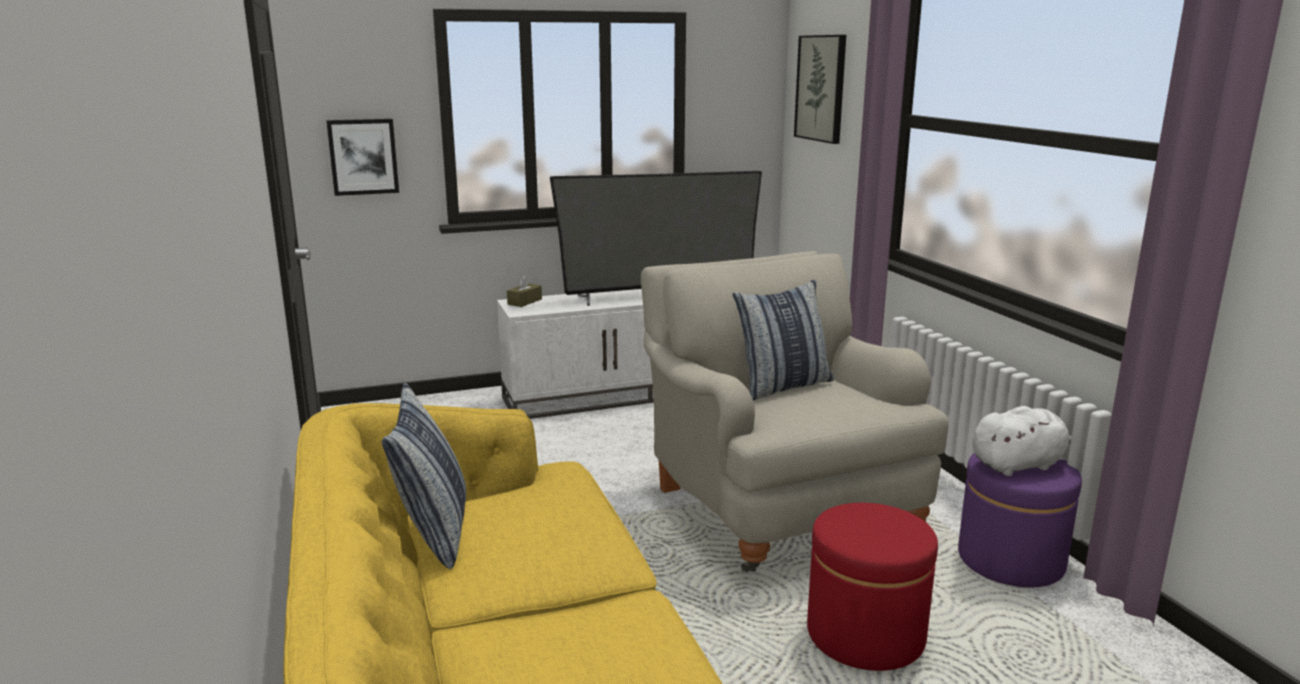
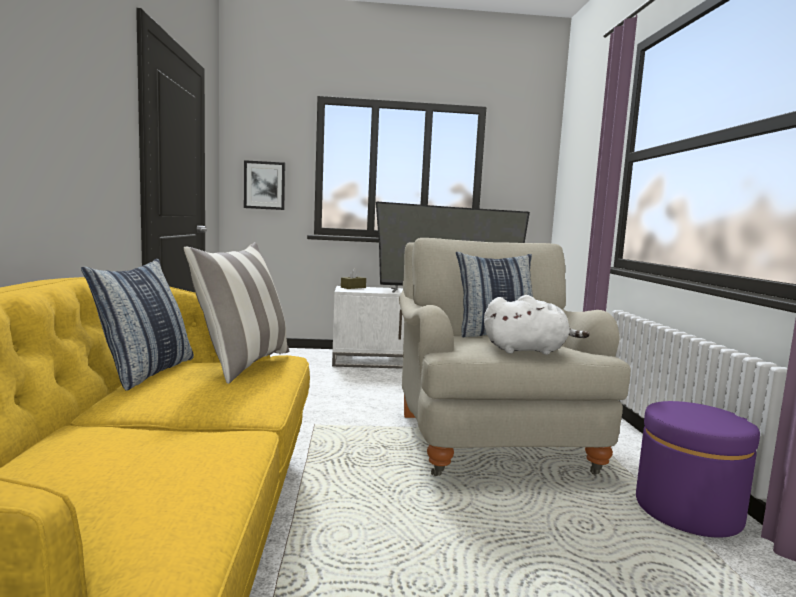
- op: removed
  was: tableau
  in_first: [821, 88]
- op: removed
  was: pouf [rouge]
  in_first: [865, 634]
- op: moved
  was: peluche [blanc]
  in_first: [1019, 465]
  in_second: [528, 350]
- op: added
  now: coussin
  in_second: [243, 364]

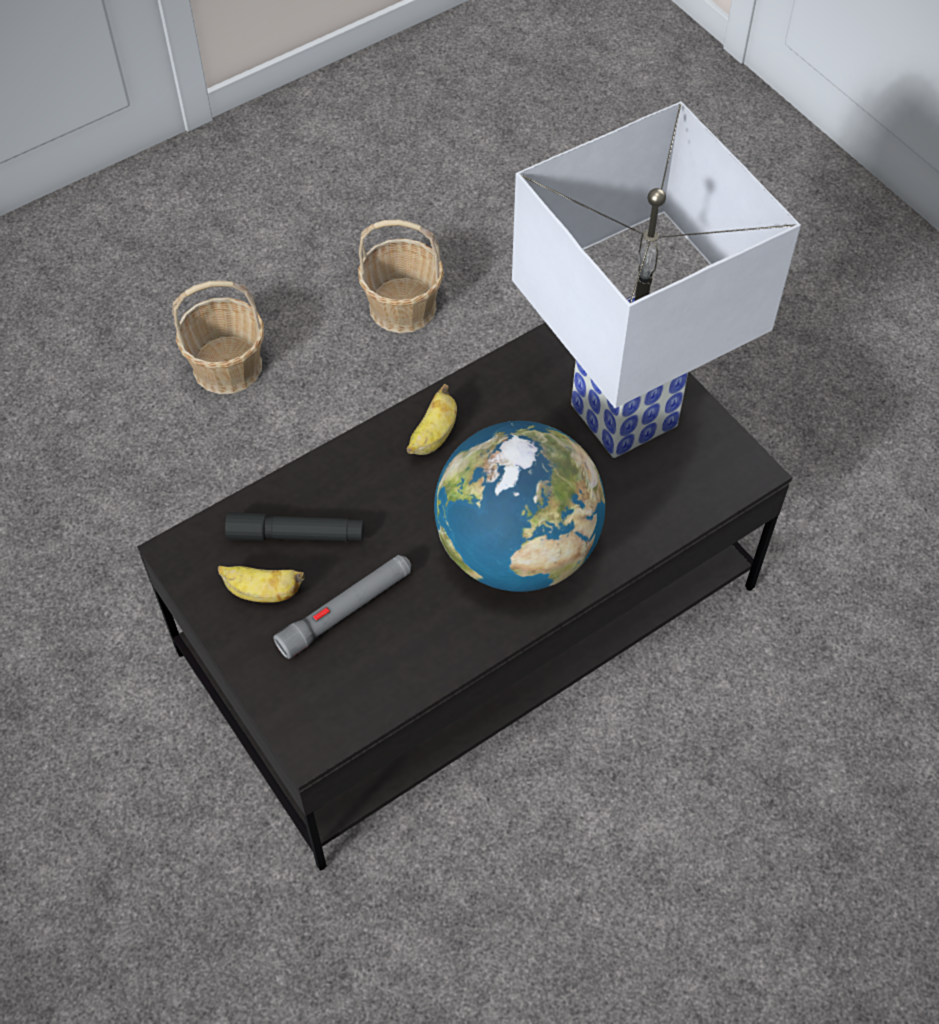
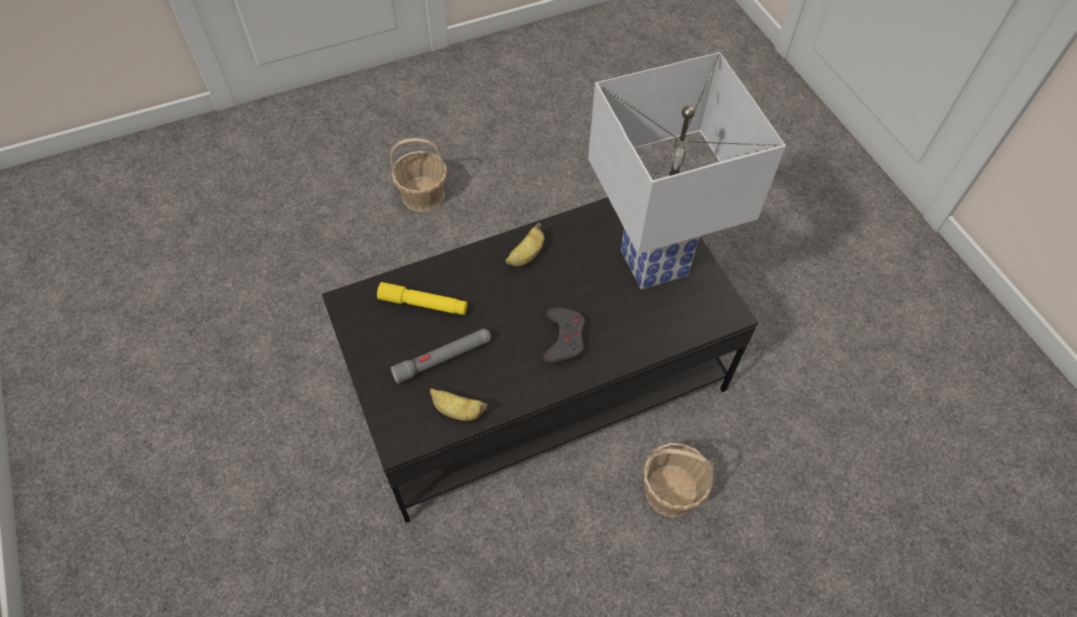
- op: moved
  was: banane
  in_first: [262, 592]
  in_second: [457, 411]
- op: recoloured
  was: lampe de poche [noir]
  now: lampe de poche [jaune]
  in_first: [296, 535]
  in_second: [423, 304]
- op: moved
  was: panier
  in_first: [403, 307]
  in_second: [671, 491]
- op: replaced
  was: globe
  now: manette [gris]
  in_first: [517, 549]
  in_second: [563, 338]

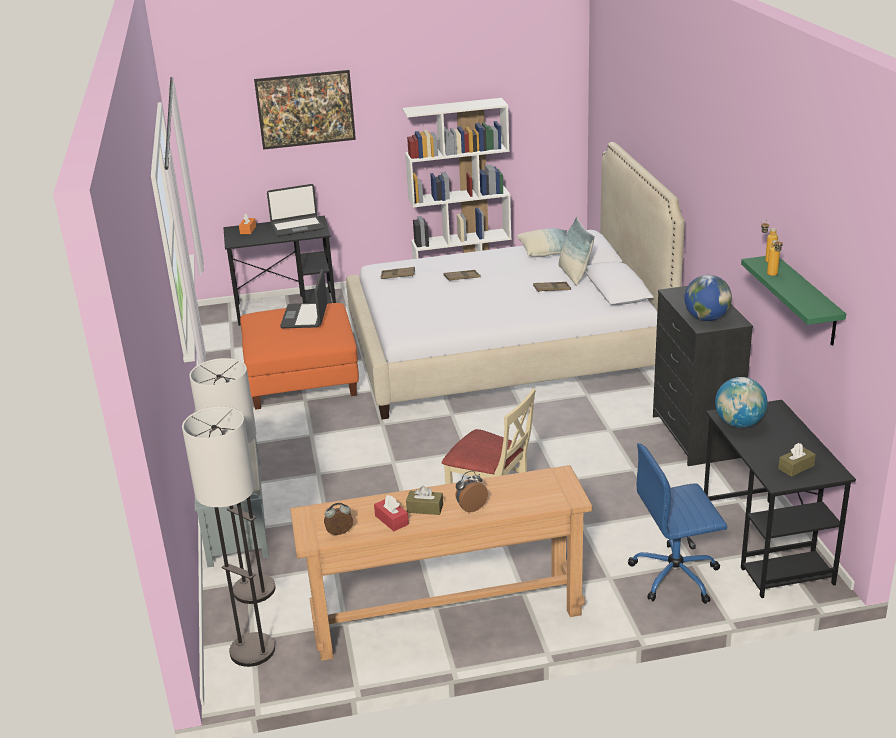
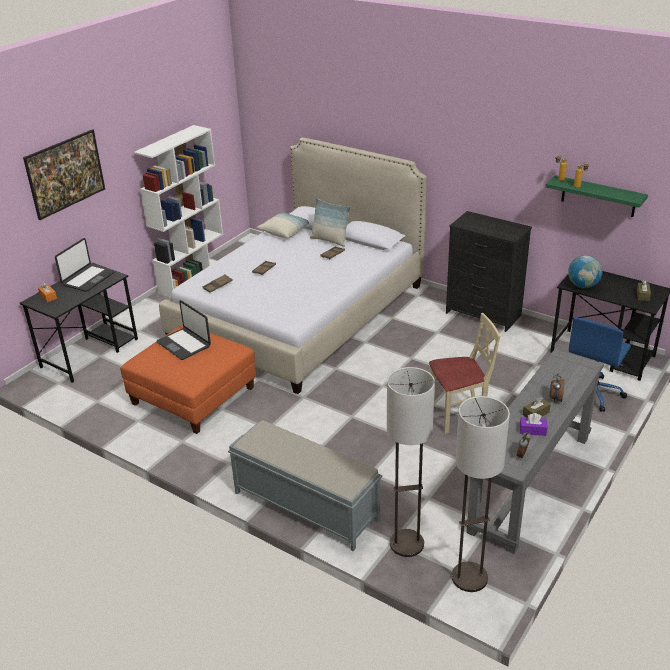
- op: recoloured
  was: table console [marron]
  now: table console [gris]
  in_first: [446, 615]
  in_second: [530, 483]
- op: recoloured
  was: boîte à mouchoirs [rouge]
  now: boîte à mouchoirs [violet]
  in_first: [391, 520]
  in_second: [532, 430]
- op: removed
  was: globe
  in_first: [706, 318]

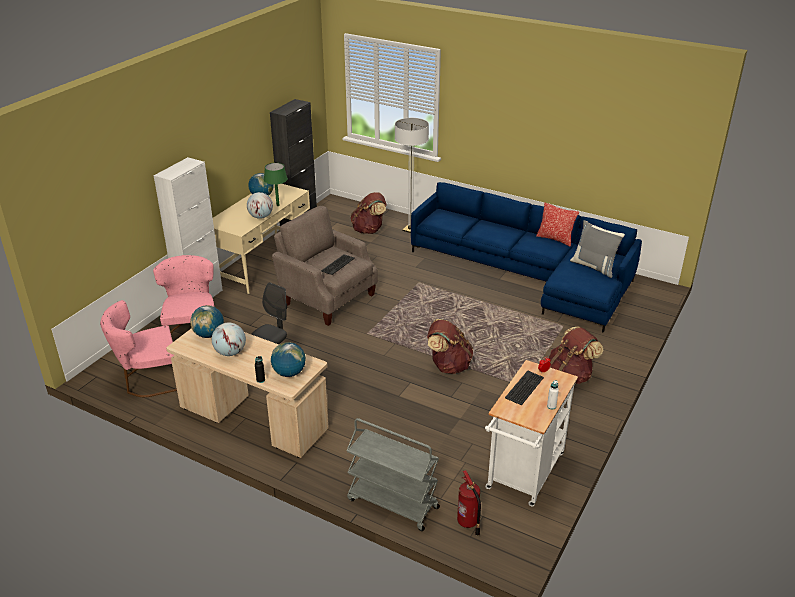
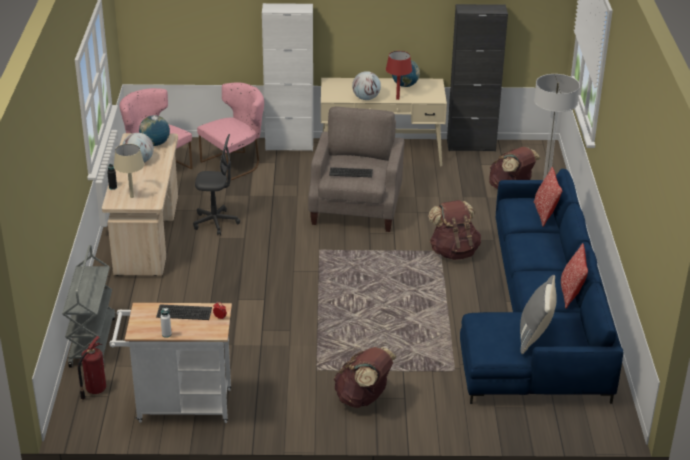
- op: recoloured
  was: lampe de table [vert]
  now: lampe de table [rouge]
  in_first: [277, 205]
  in_second: [397, 98]
- op: replaced
  was: globe
  now: lampe de table [beige]
  in_first: [289, 373]
  in_second: [132, 197]
- op: moved
  was: sac à dos [marron]
  in_first: [448, 365]
  in_second: [453, 251]
- op: added
  now: coussin
  in_second: [545, 214]

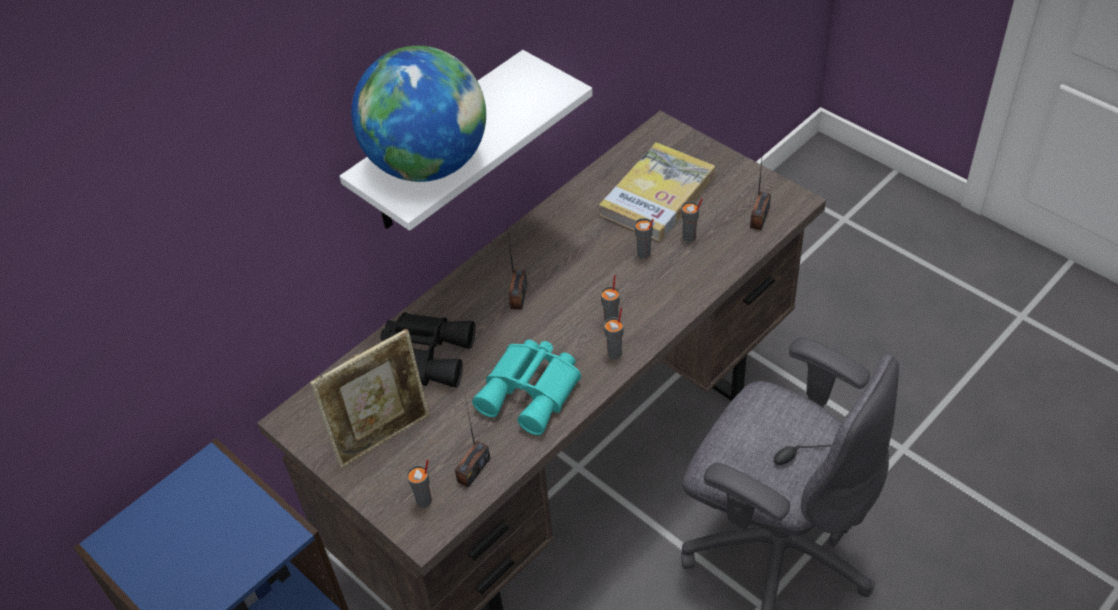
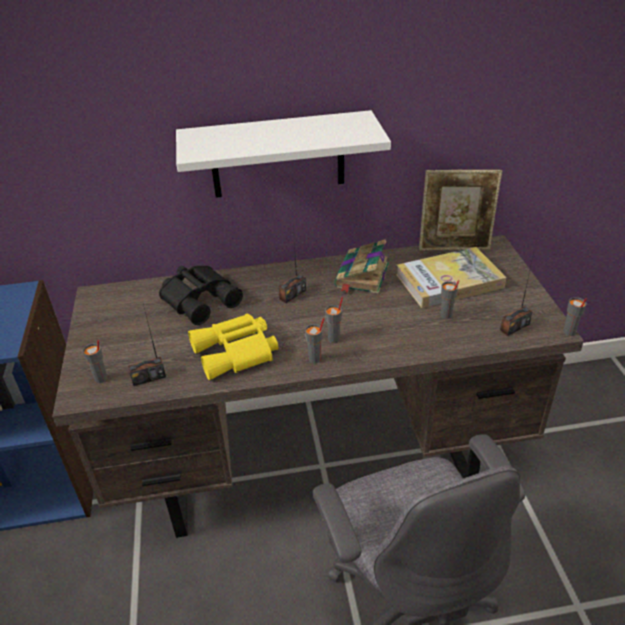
- op: moved
  was: cadre photo
  in_first: [383, 437]
  in_second: [454, 248]
- op: removed
  was: globe
  in_first: [428, 164]
- op: recoloured
  was: jumelles [turquoise]
  now: jumelles [jaune]
  in_first: [532, 391]
  in_second: [237, 353]
- op: moved
  was: tasse [gris]
  in_first: [644, 254]
  in_second: [569, 332]
- op: added
  now: livre
  in_second: [362, 276]

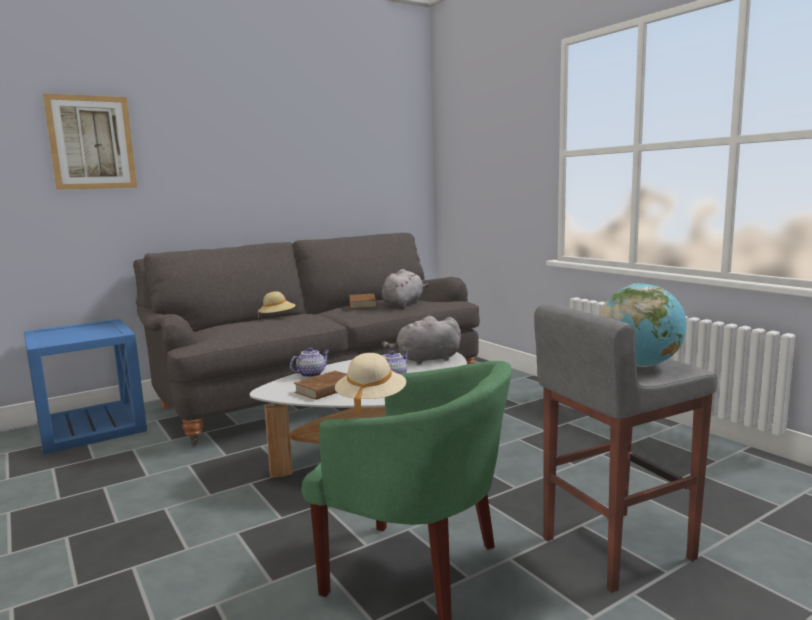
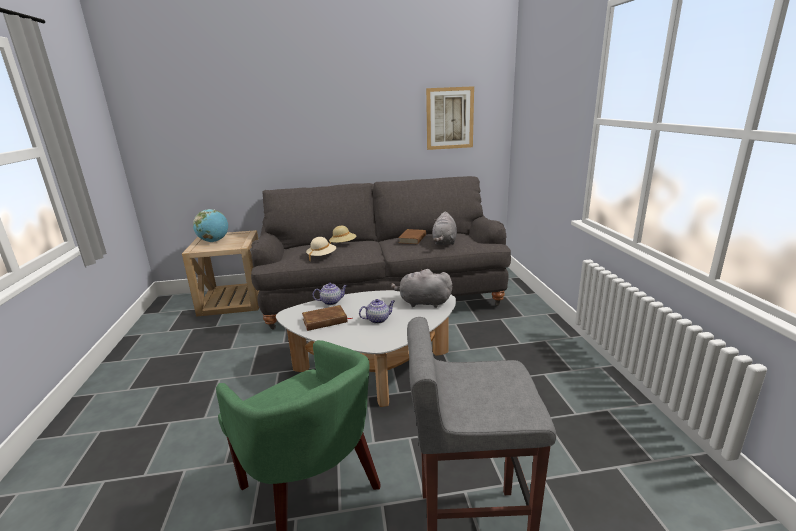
- op: recoloured
  was: table d'appoint [bleu]
  now: table d'appoint [beige]
  in_first: [91, 427]
  in_second: [233, 300]
- op: moved
  was: tableau
  in_first: [91, 142]
  in_second: [449, 118]
- op: moved
  was: chapeau [beige]
  in_first: [371, 401]
  in_second: [322, 256]
- op: turned
  was: peluche [gris]
  in_first: [403, 304]
  in_second: [444, 242]
  clockwise: 135
- op: moved
  was: globe
  in_first: [640, 365]
  in_second: [214, 241]

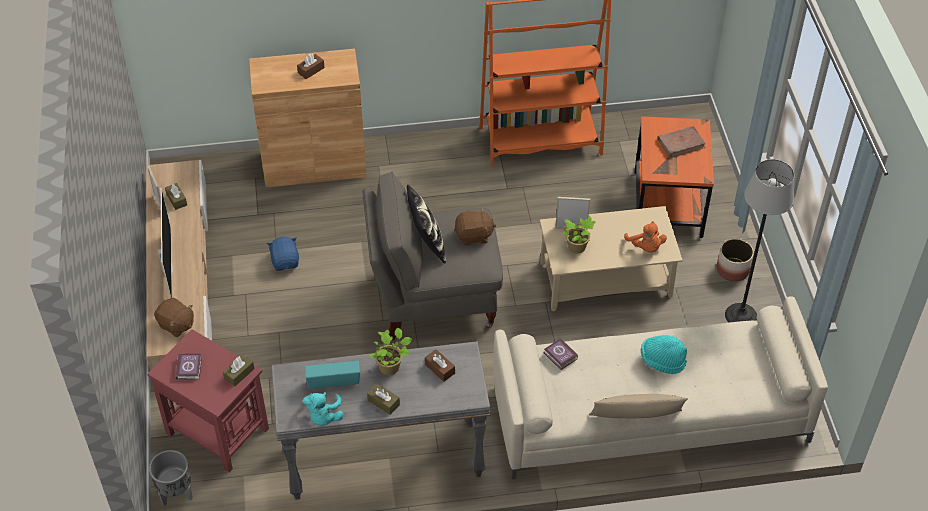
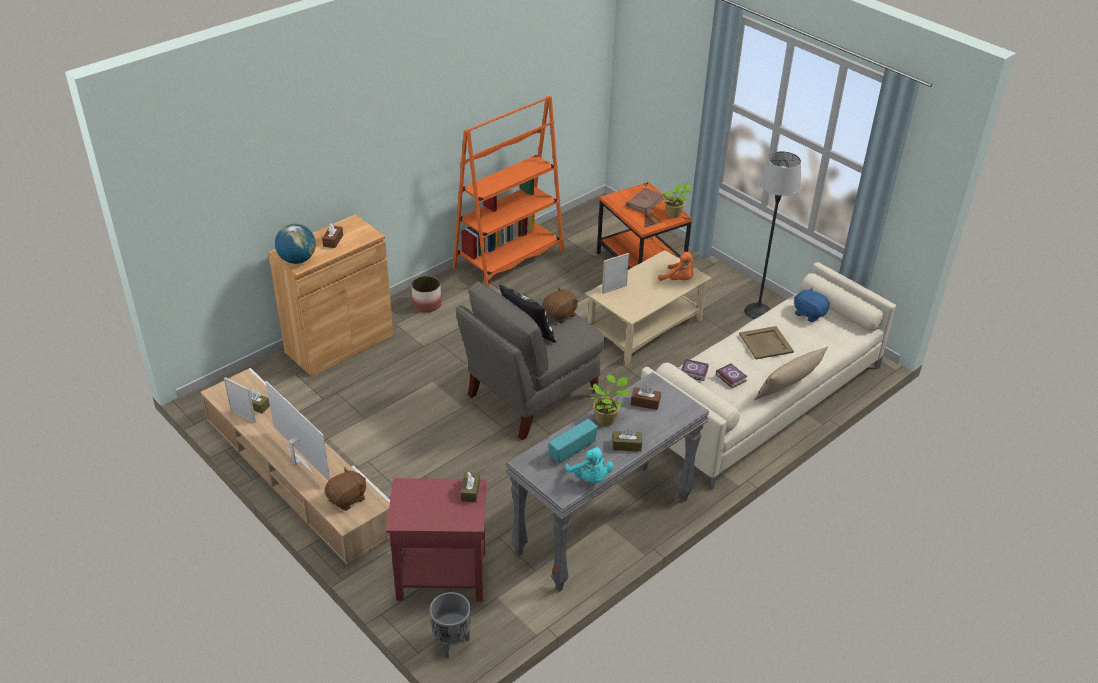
- op: turned
  was: peluche [marron]
  in_first: [176, 325]
  in_second: [347, 499]
  clockwise: -45
- op: moved
  was: livre
  in_first: [190, 368]
  in_second: [731, 377]
- op: moved
  was: peluche [bleu]
  in_first: [285, 261]
  in_second: [809, 314]
- op: moved
  was: plante en pot
  in_first: [577, 248]
  in_second: [674, 214]
- op: replaced
  was: chapeau [turquoise]
  now: plateau [beige]
  in_first: [662, 360]
  in_second: [766, 343]
- op: moved
  was: cache-pot
  in_first: [733, 269]
  in_second: [427, 304]
- op: added
  now: globe
  in_second: [297, 260]

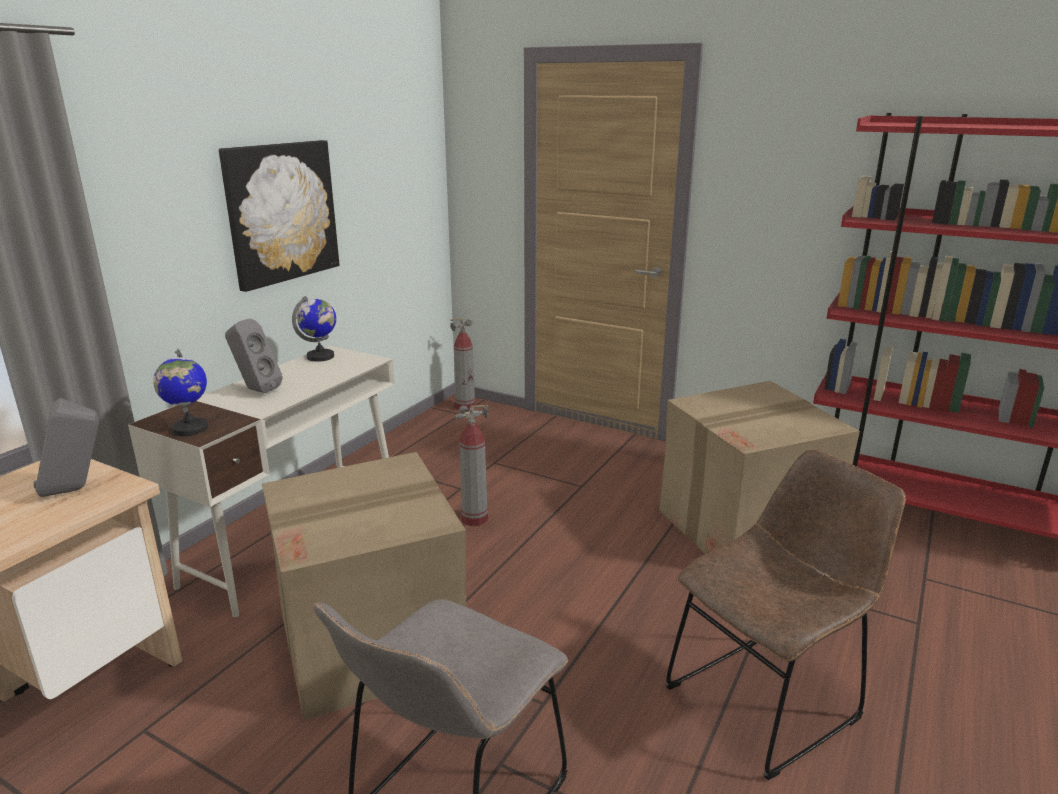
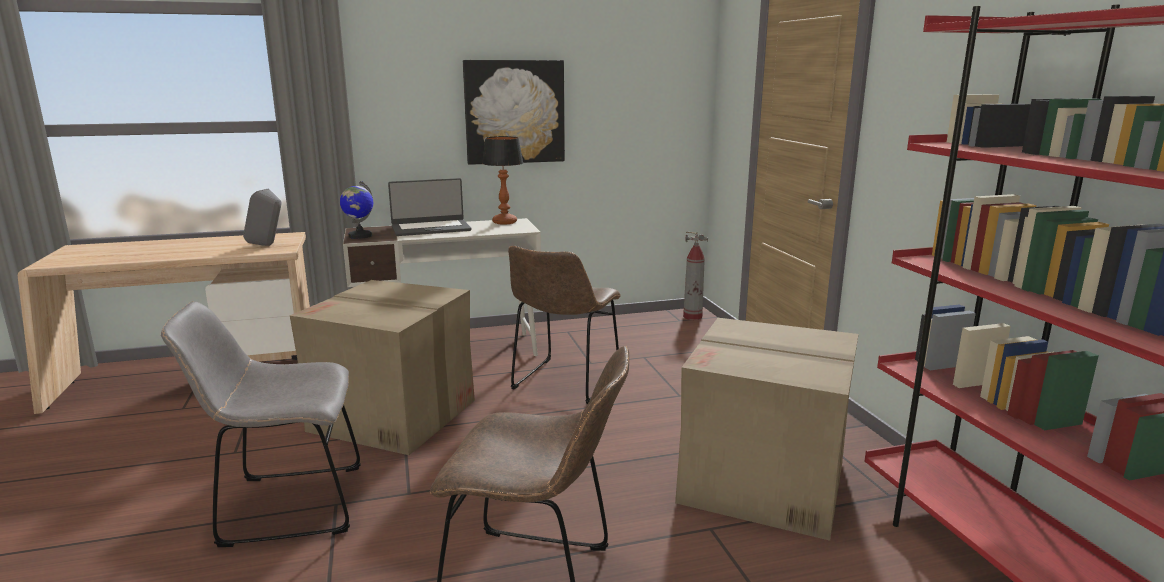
- op: replaced
  was: enceinte [gris]
  now: ordinateur portable
  in_first: [255, 390]
  in_second: [430, 228]
- op: replaced
  was: globe
  now: lampe de table
  in_first: [321, 357]
  in_second: [505, 222]
- op: replaced
  was: extincteur
  now: chaise [marron]
  in_first: [474, 519]
  in_second: [564, 383]

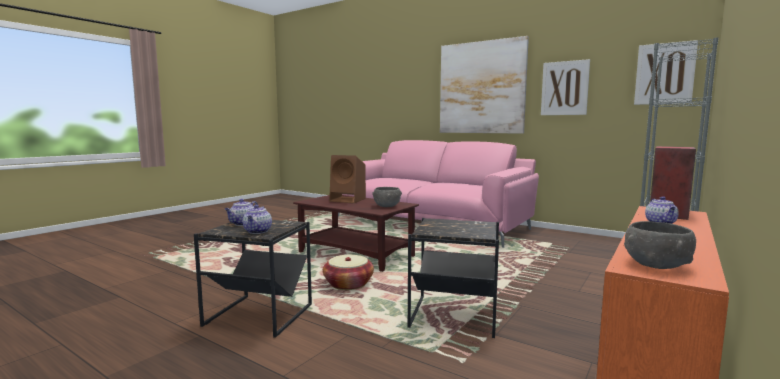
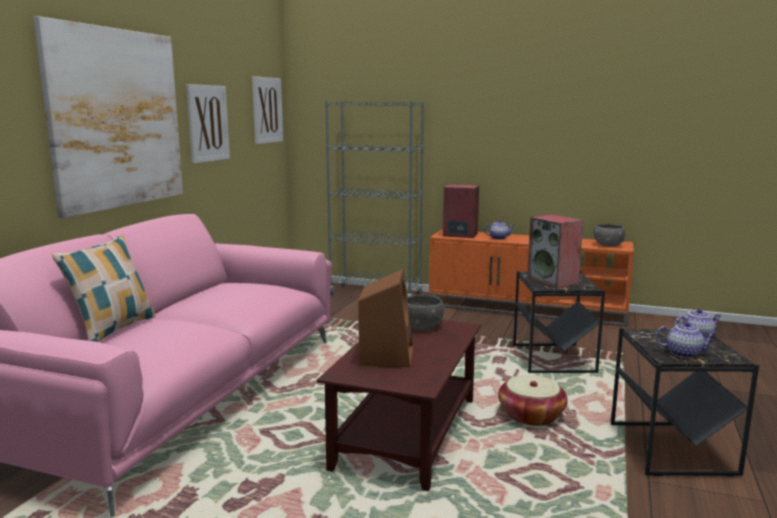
- op: added
  now: coussin
  in_second: [113, 330]
- op: added
  now: enceinte
  in_second: [553, 281]

